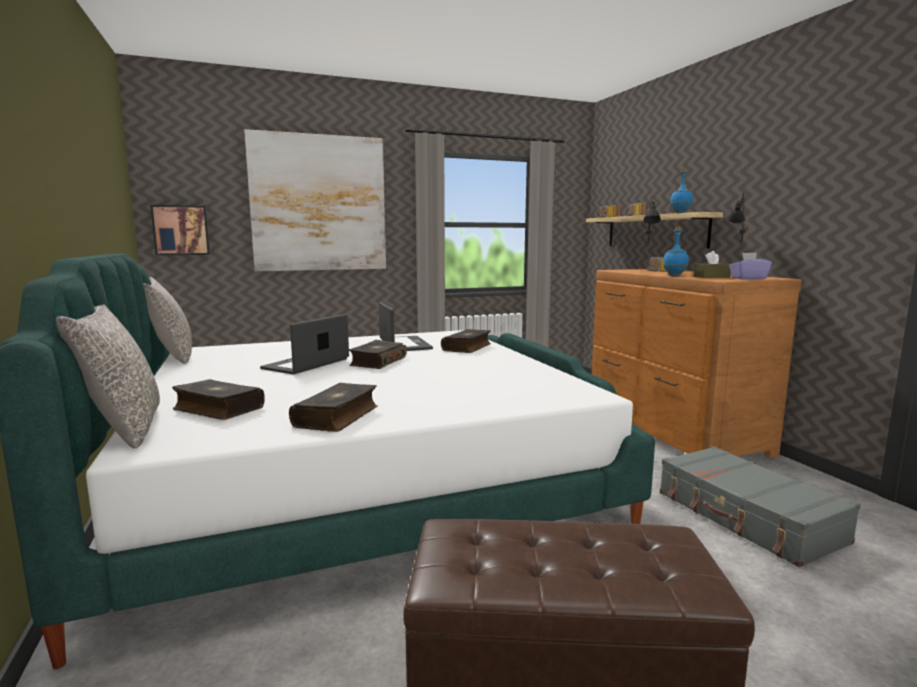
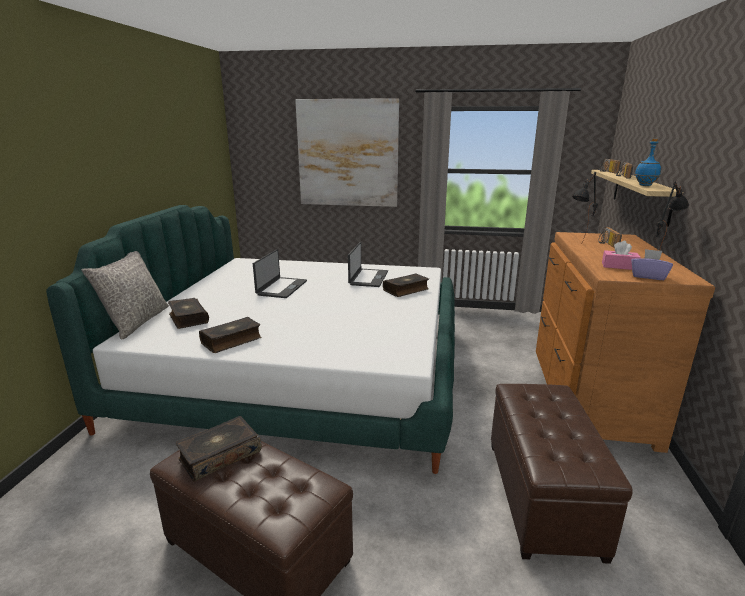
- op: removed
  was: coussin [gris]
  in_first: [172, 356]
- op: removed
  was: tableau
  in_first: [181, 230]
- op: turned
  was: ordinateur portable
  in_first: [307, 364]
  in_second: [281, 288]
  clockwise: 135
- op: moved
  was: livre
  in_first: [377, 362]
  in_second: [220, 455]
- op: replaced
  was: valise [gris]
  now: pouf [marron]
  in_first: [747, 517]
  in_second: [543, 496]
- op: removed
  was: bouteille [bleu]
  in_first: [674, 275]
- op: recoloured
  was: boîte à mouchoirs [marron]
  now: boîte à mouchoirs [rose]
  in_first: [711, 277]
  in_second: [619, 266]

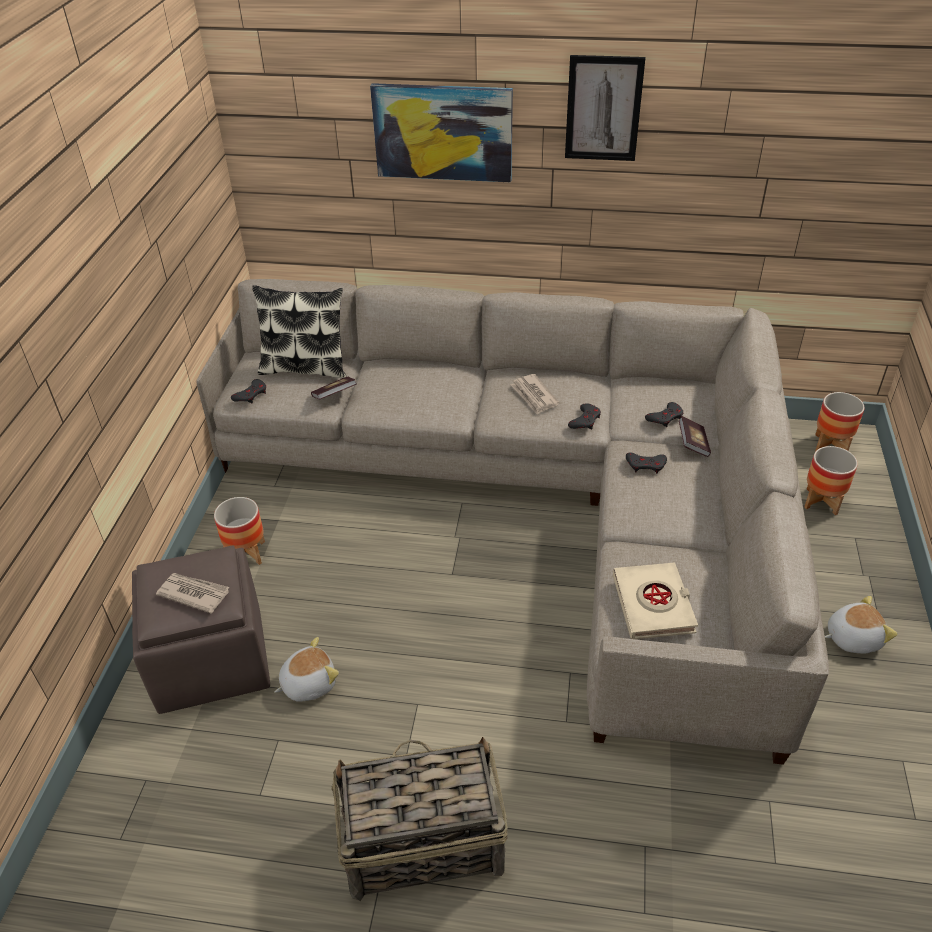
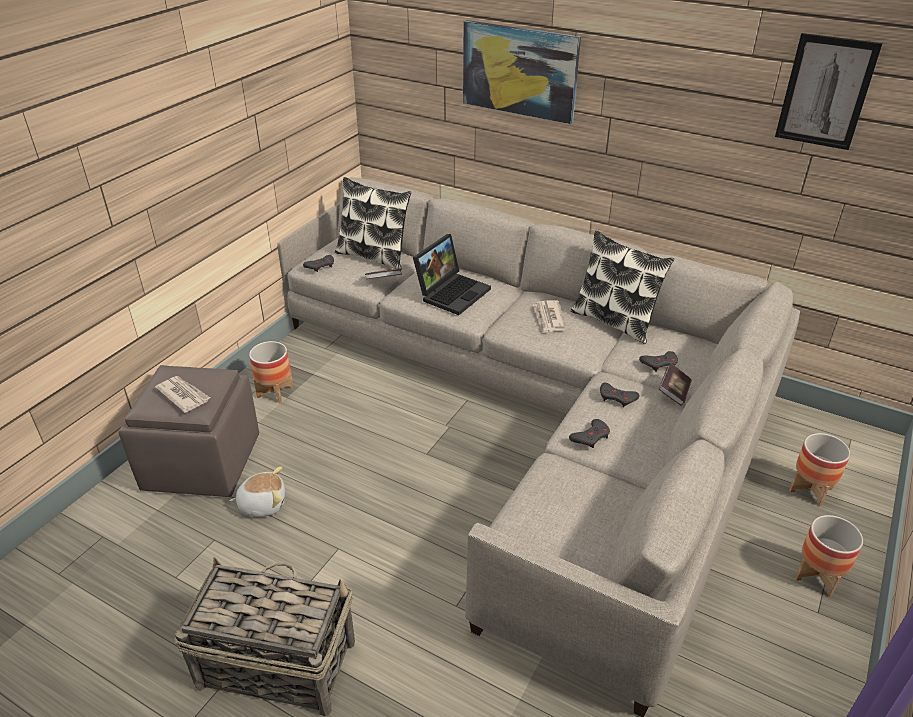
- op: moved
  was: tableau
  in_first: [603, 109]
  in_second: [825, 92]
- op: moved
  was: manette [gris]
  in_first: [585, 420]
  in_second: [591, 437]
- op: removed
  was: livre [beige]
  in_first: [653, 605]
- op: moved
  was: cache-pot
  in_first: [830, 445]
  in_second: [818, 576]
- op: removed
  was: peluche
  in_first: [852, 637]
- op: added
  now: ordinateur portable
  in_second: [452, 292]
- op: added
  now: coussin
  in_second: [614, 321]

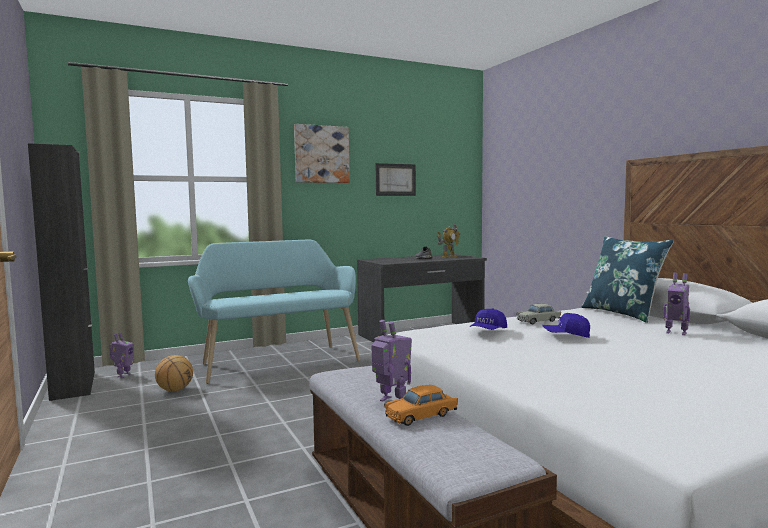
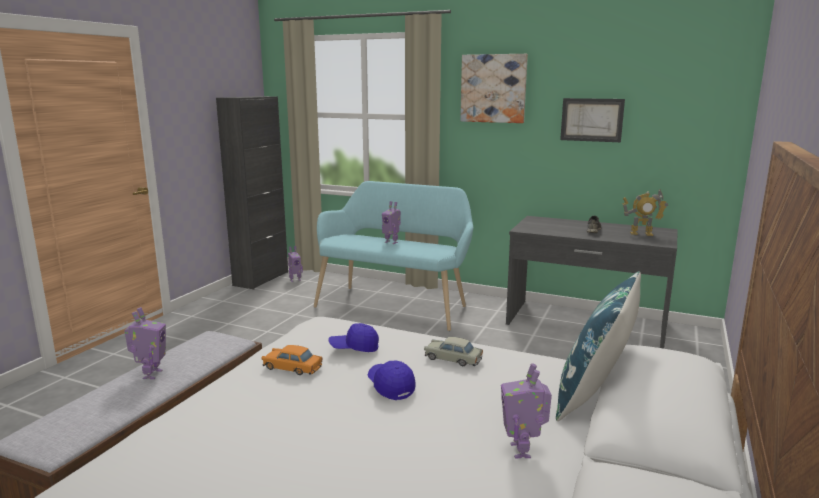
- op: removed
  was: ballon de basket
  in_first: [175, 390]
- op: moved
  was: petite voiture [orange]
  in_first: [421, 415]
  in_second: [292, 368]
- op: added
  now: robot jouet
  in_second: [391, 242]

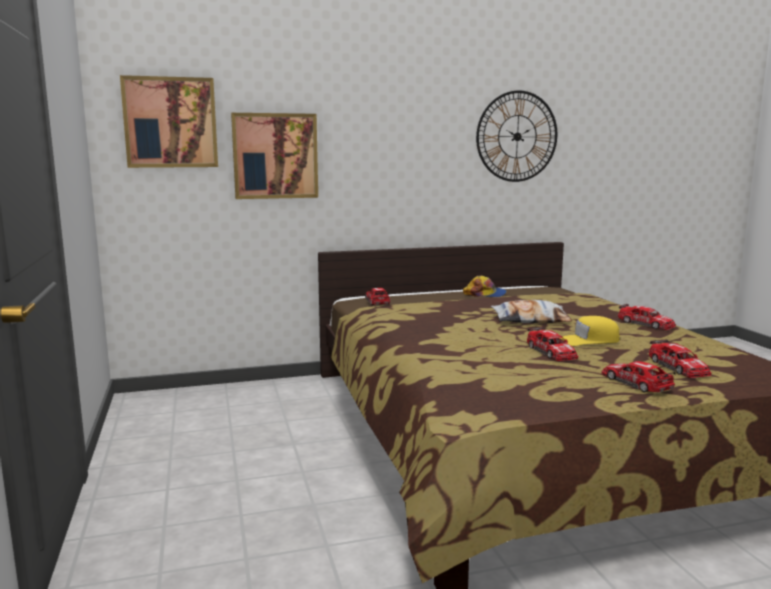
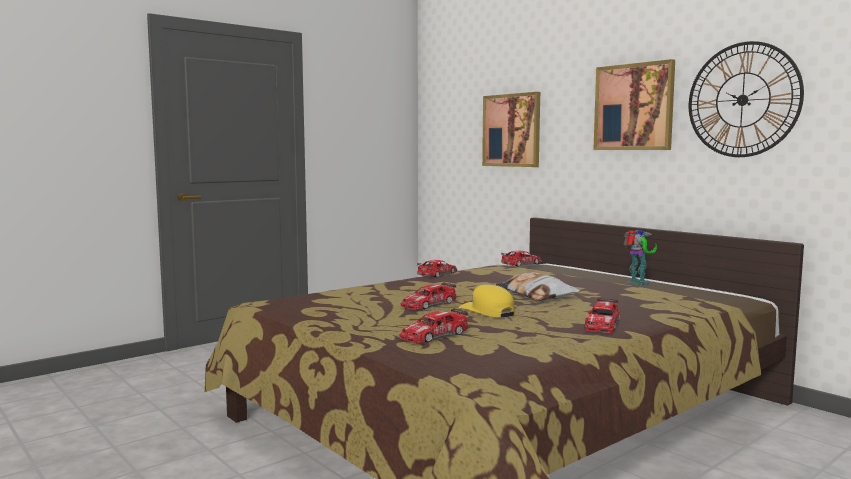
- op: moved
  was: tableau
  in_first: [170, 122]
  in_second: [634, 107]
- op: replaced
  was: casquette
  now: robot jouet
  in_first: [485, 294]
  in_second: [638, 283]
- op: moved
  was: petite voiture
  in_first: [636, 383]
  in_second: [437, 274]

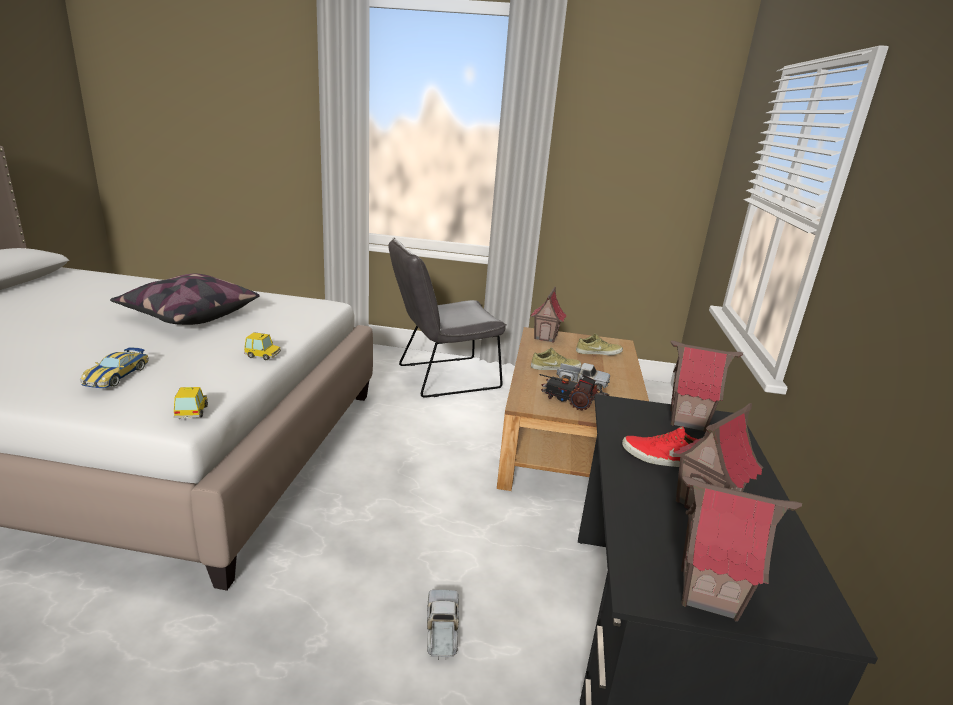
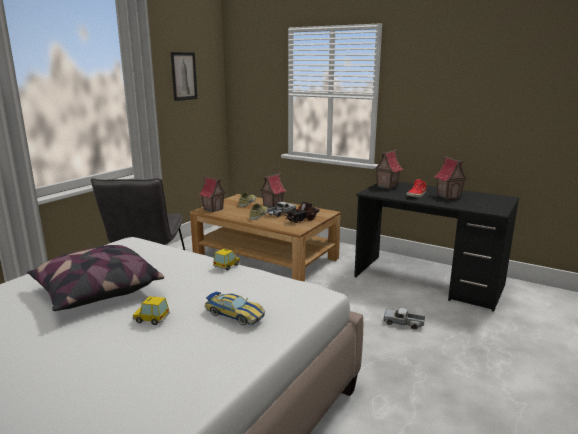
- op: moved
  was: petite voiture
  in_first: [191, 412]
  in_second: [151, 319]
- op: moved
  was: maison miniature
  in_first: [708, 593]
  in_second: [272, 206]
- op: added
  now: tableau
  in_second: [184, 76]

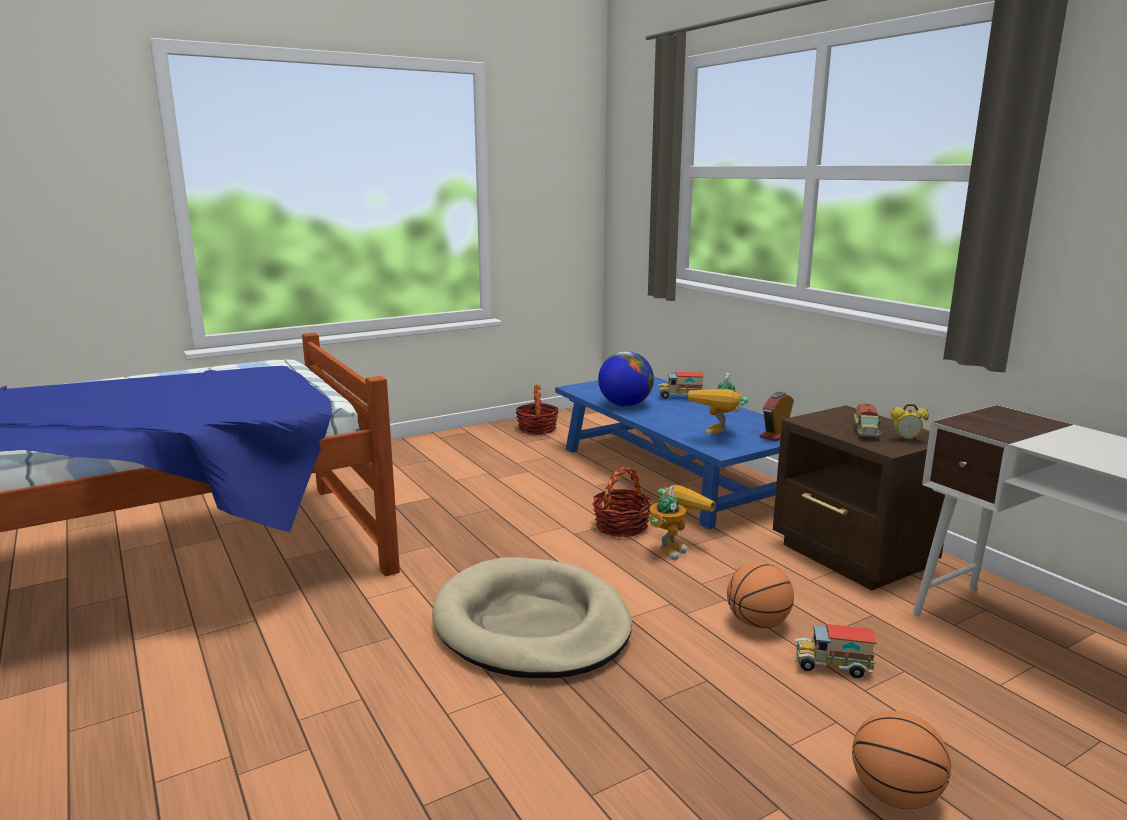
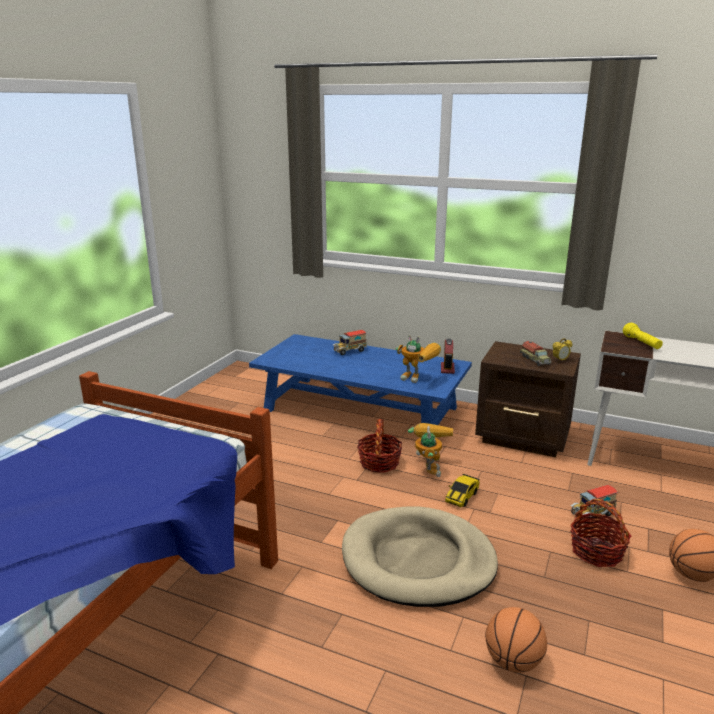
- op: moved
  was: panier
  in_first: [537, 429]
  in_second: [597, 552]
- op: removed
  was: globe
  in_first: [625, 405]
- op: turned
  was: robot jouet
  in_first: [719, 437]
  in_second: [418, 379]
  clockwise: -45
- op: moved
  was: ballon de basket
  in_first: [757, 623]
  in_second: [513, 661]
- op: added
  now: petite voiture
  in_second: [462, 496]
- op: added
  now: lampe de poche [jaune]
  in_second: [641, 343]

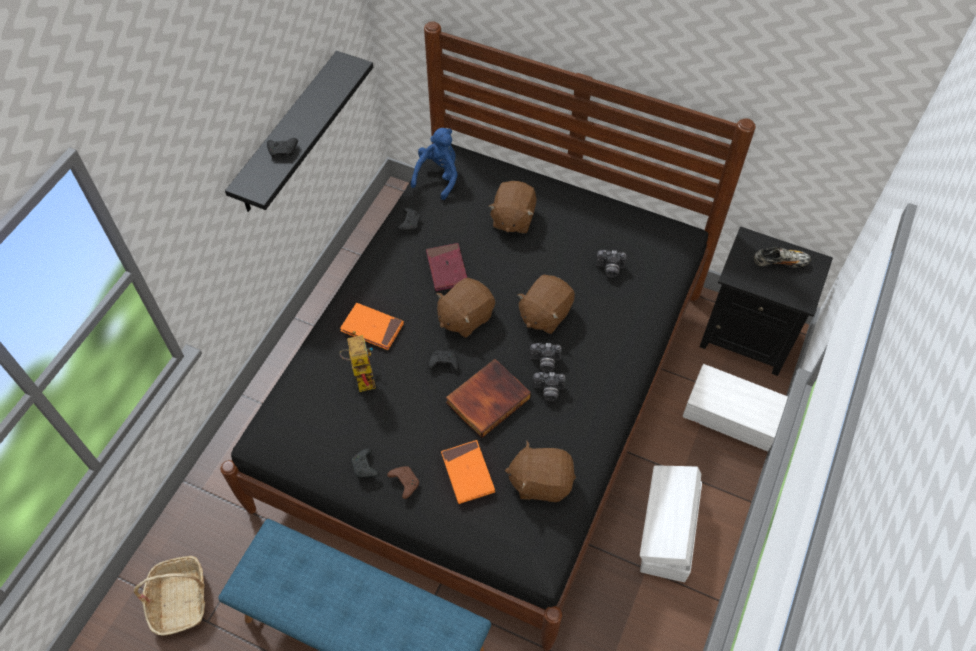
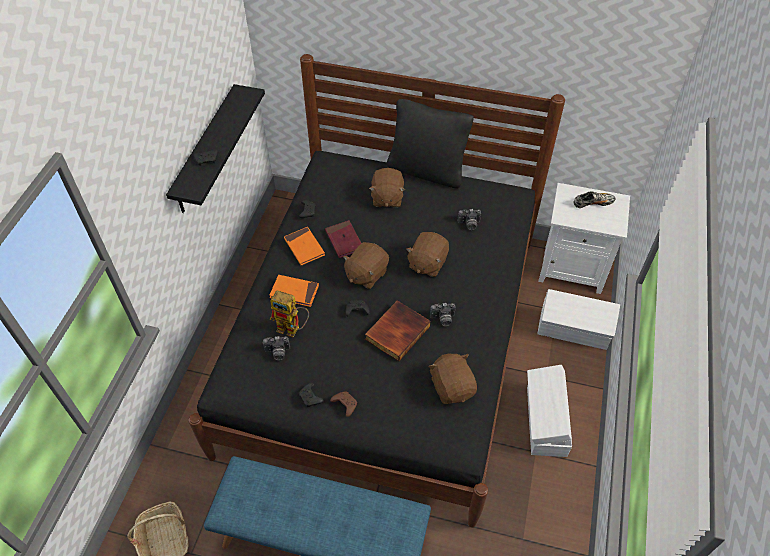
- op: turned
  was: robot jouet
  in_first: [361, 375]
  in_second: [293, 329]
  clockwise: 135
- op: removed
  was: peluche [bleu]
  in_first: [438, 176]
- op: moved
  was: livre [orange]
  in_first: [467, 473]
  in_second: [304, 247]
- op: turned
  was: peluche [marron]
  in_first: [541, 481]
  in_second: [452, 387]
  clockwise: 75
- op: moved
  was: appareil photo
  in_first: [545, 362]
  in_second: [277, 353]
- op: recoloured
  was: table de chevet [noir]
  now: table de chevet [blanc]
  in_first: [747, 336]
  in_second: [571, 268]
- op: added
  now: coussin [noir]
  in_second: [427, 170]

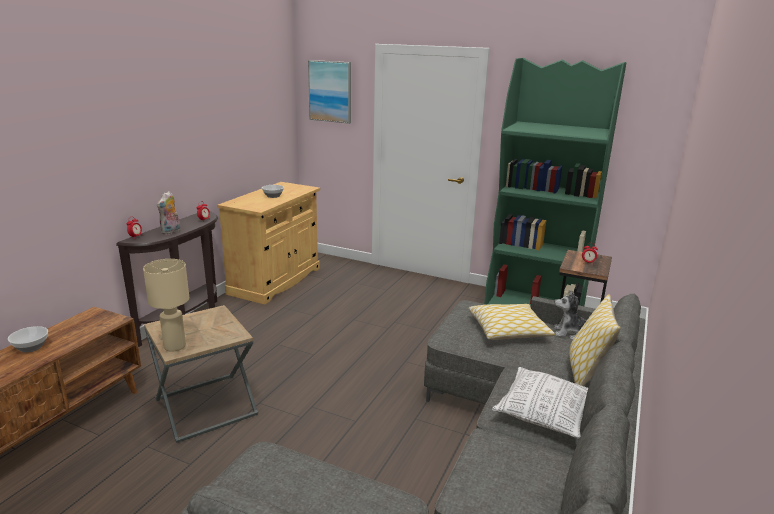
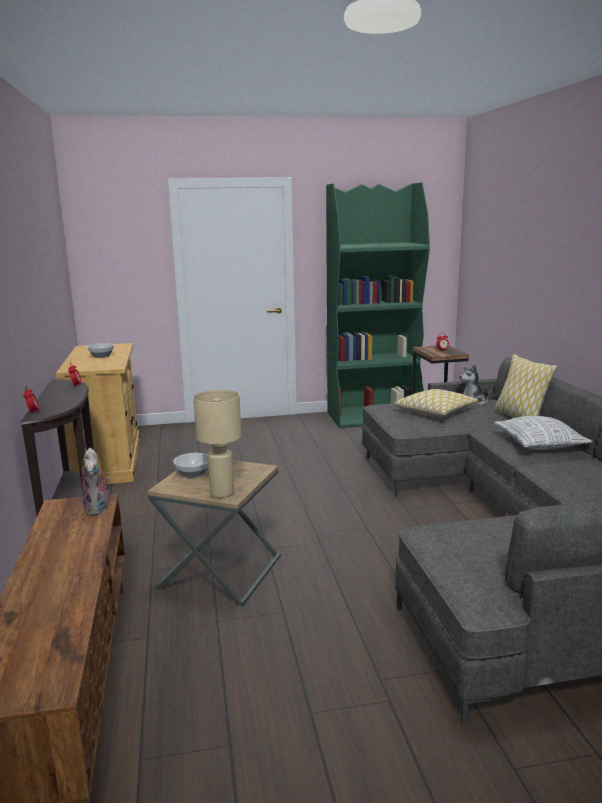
- op: moved
  was: bol
  in_first: [30, 347]
  in_second: [192, 474]
- op: moved
  was: peluche
  in_first: [171, 232]
  in_second: [98, 509]
- op: removed
  was: tableau
  in_first: [330, 91]

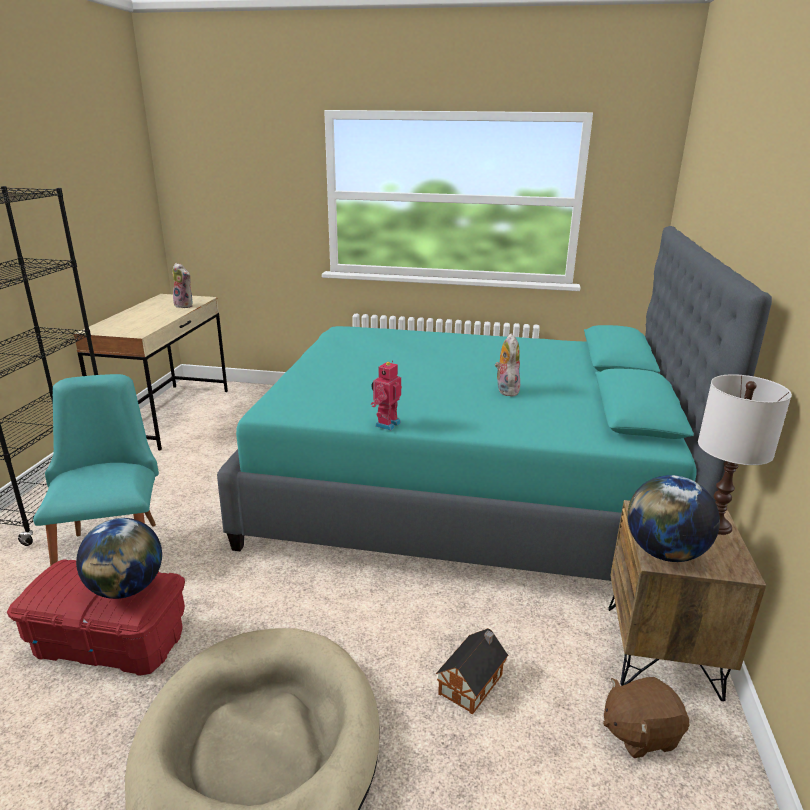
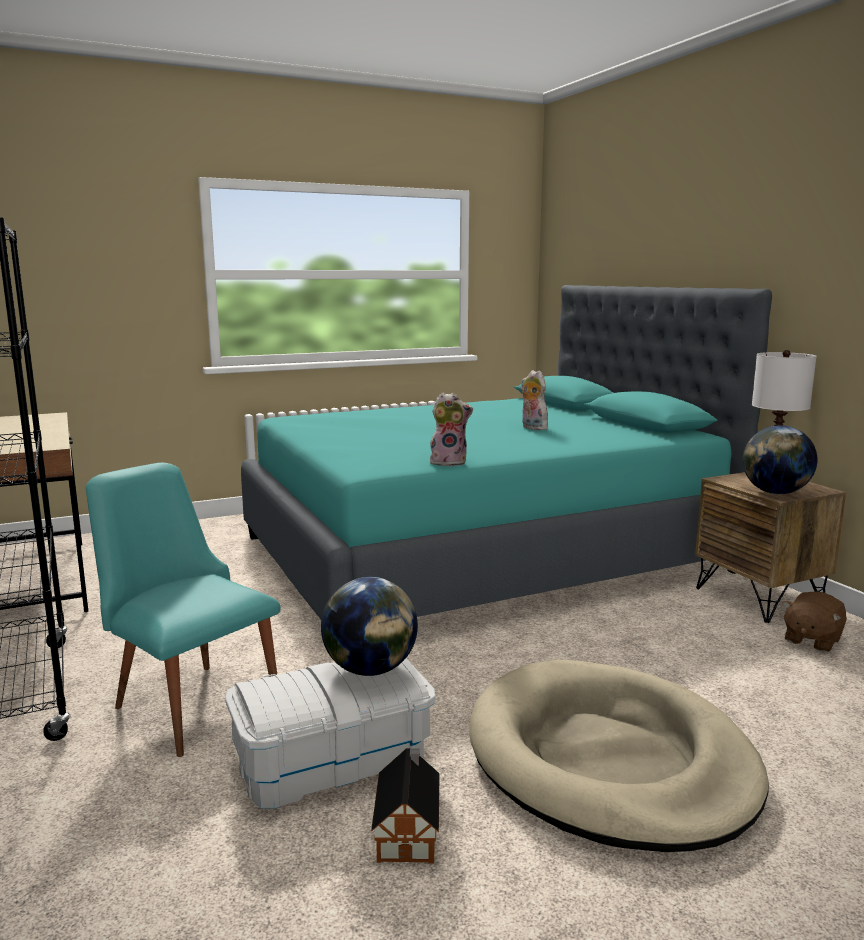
- op: recoloured
  was: boîte de rangement [rouge]
  now: boîte de rangement [blanc]
  in_first: [109, 641]
  in_second: [333, 763]
- op: moved
  was: peluche
  in_first: [185, 305]
  in_second: [449, 462]
- op: removed
  was: robot jouet
  in_first: [386, 424]
- op: moved
  was: maison miniature
  in_first: [473, 682]
  in_second: [408, 830]

